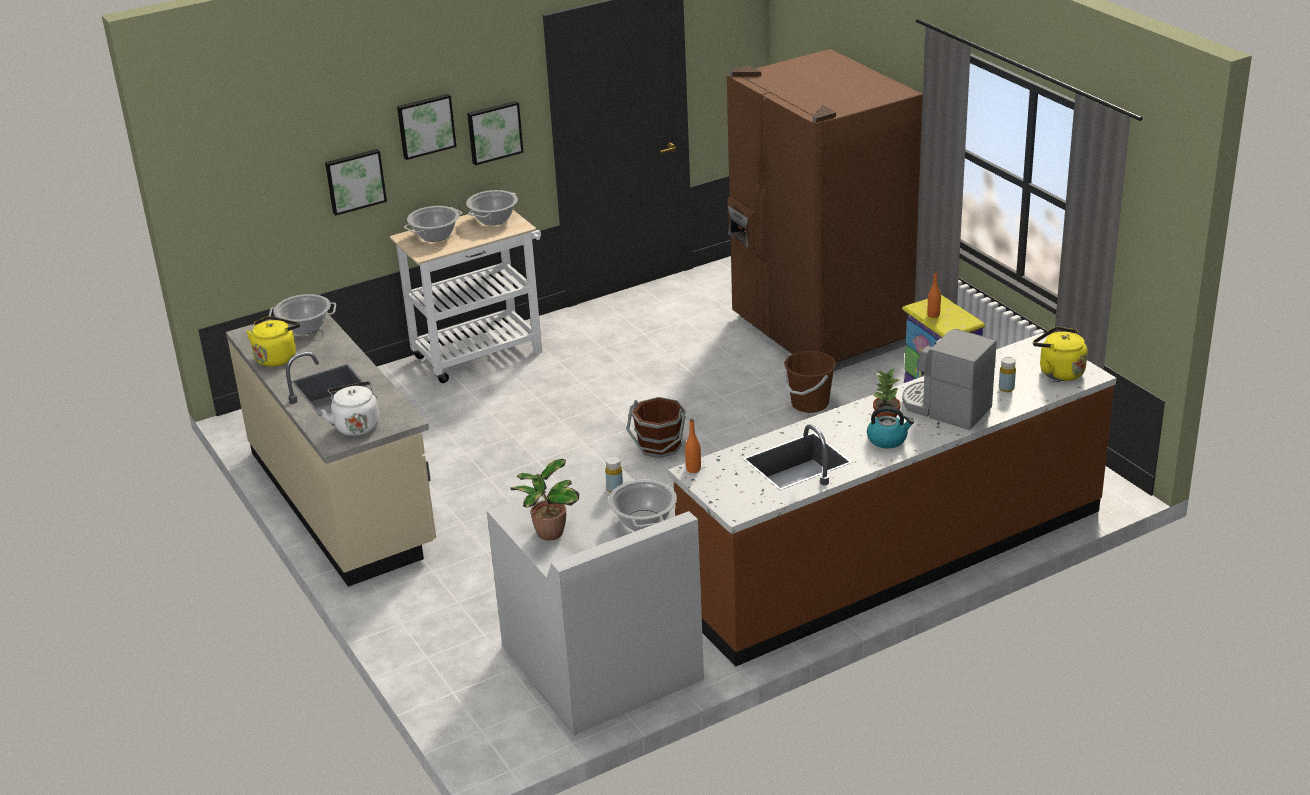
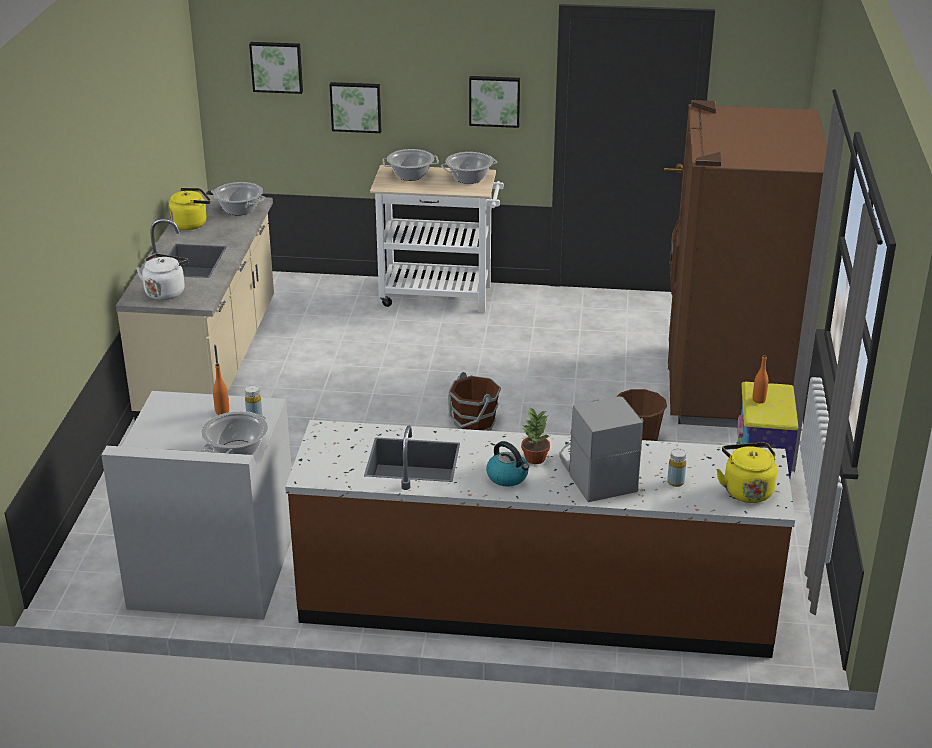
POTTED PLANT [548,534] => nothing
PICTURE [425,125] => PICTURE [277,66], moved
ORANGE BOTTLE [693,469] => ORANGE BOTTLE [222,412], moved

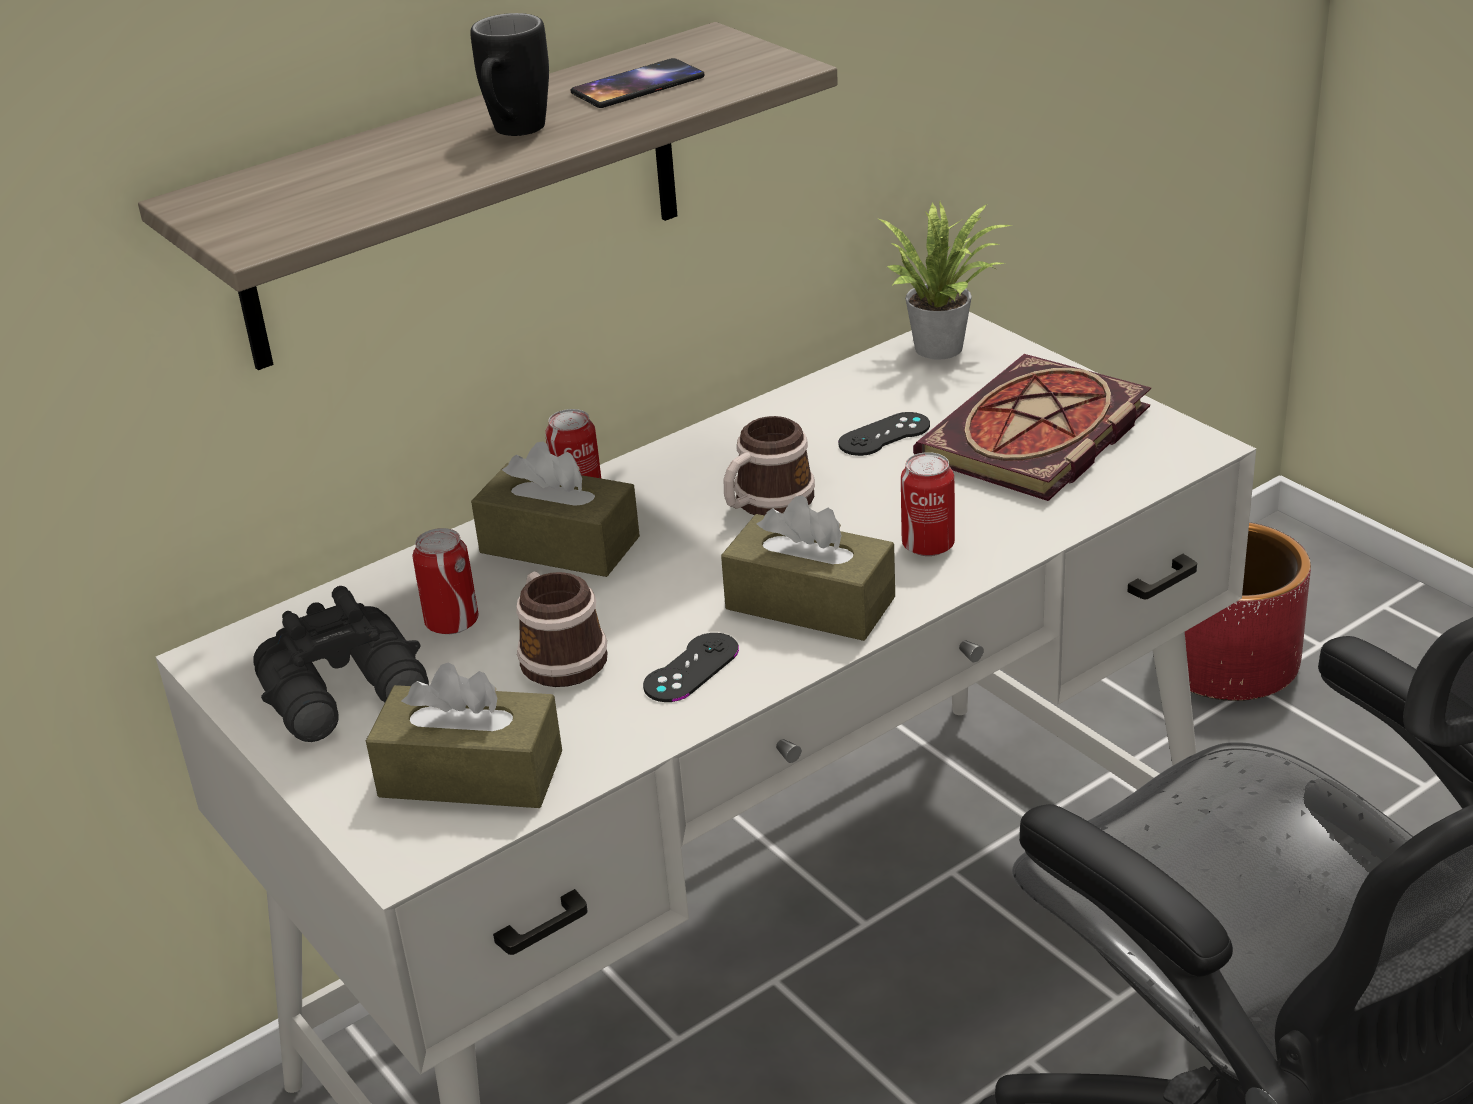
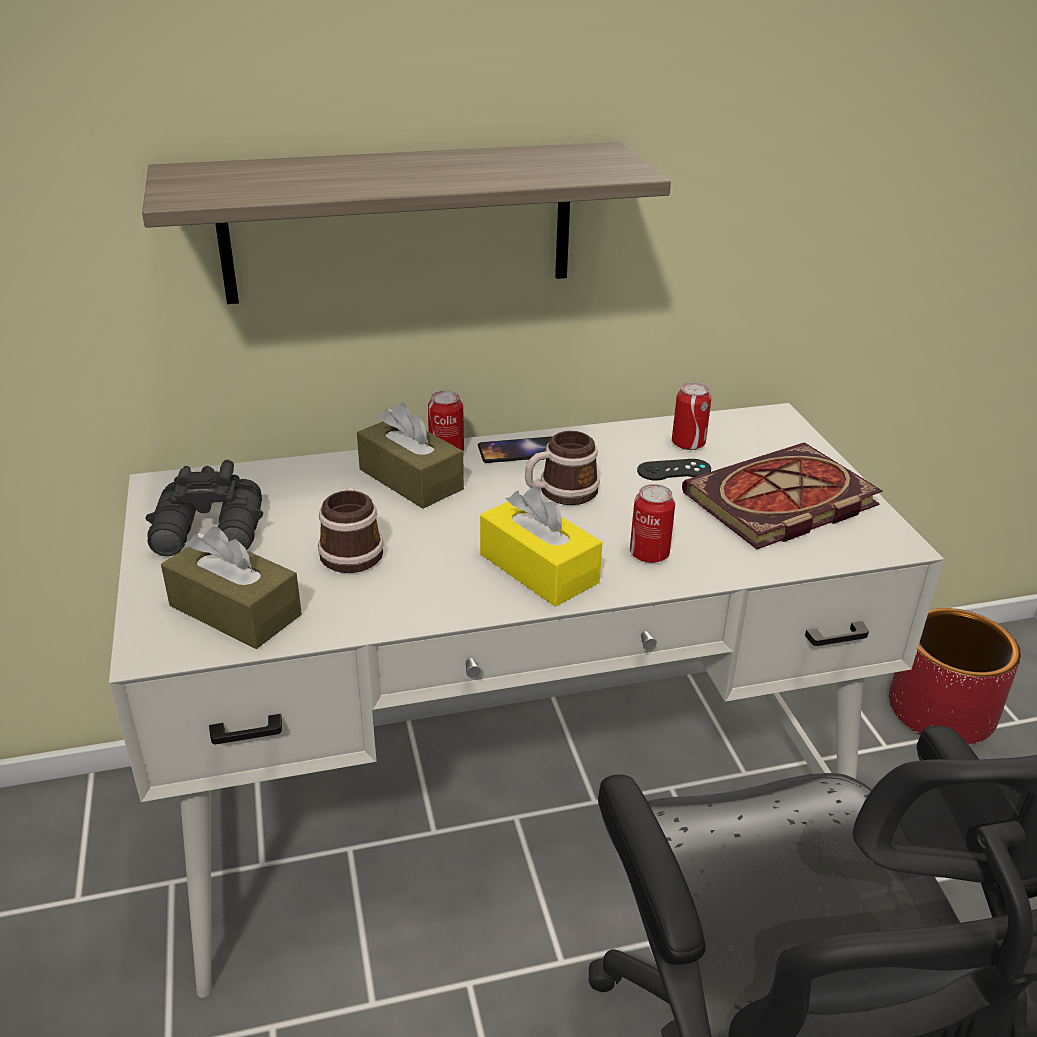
BLACK MUG [514,133] => nothing
BLACK GAME CONTROLLER [691,668] => nothing
POTTED PLANT [944,346] => nothing
CAN [452,622] => CAN [688,444], moved
PHONE [638,85] => PHONE [519,451], moved
BROWN TISSUE BOX [810,603] => YELLOW TISSUE BOX [538,568]

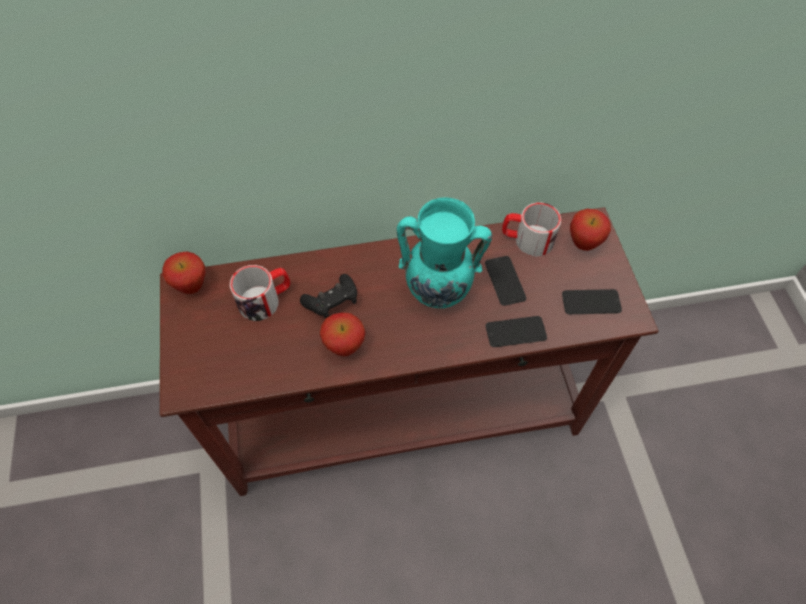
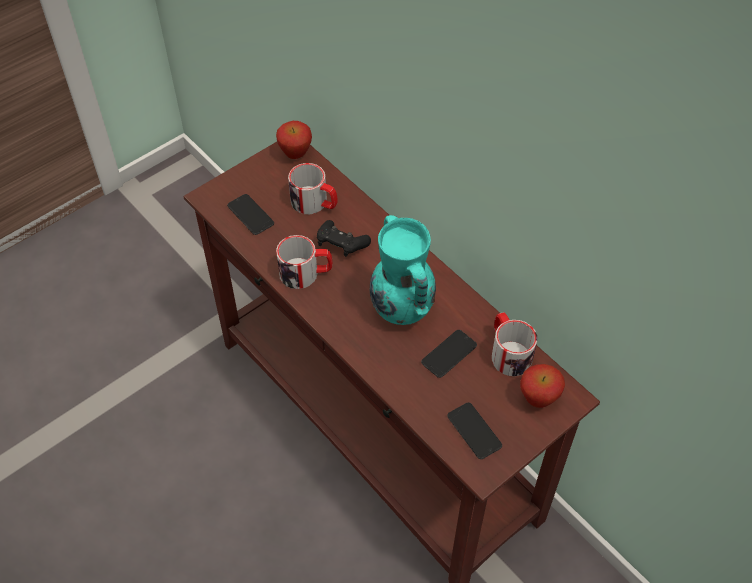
PHONE [515,332] => PHONE [250,215], moved
APPLE [344,347] => MUG [306,273]

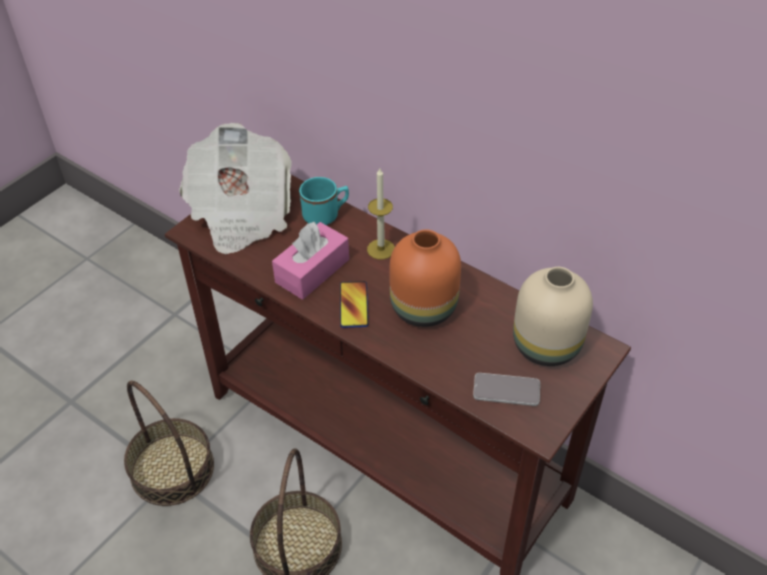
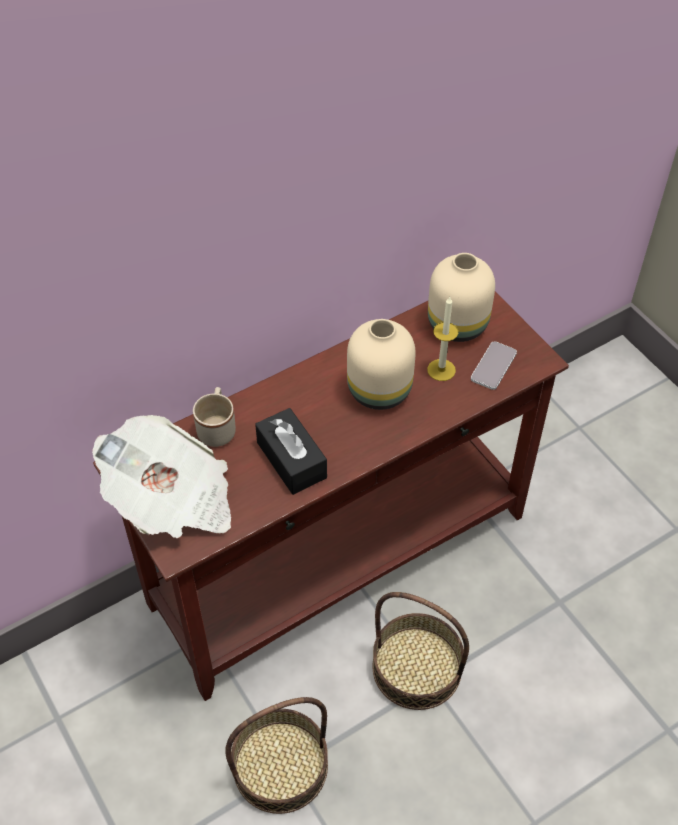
PHONE [353,305] => nothing
CANDLE [381,249] => CANDLE [441,370], moved
PINK TISSUE BOX [312,271] => BLACK TISSUE BOX [291,460]
TURQUOISE MUG [326,215] => BEIGE MUG [217,428]
ORANGE VASE [424,306] => BEIGE VASE [377,389]

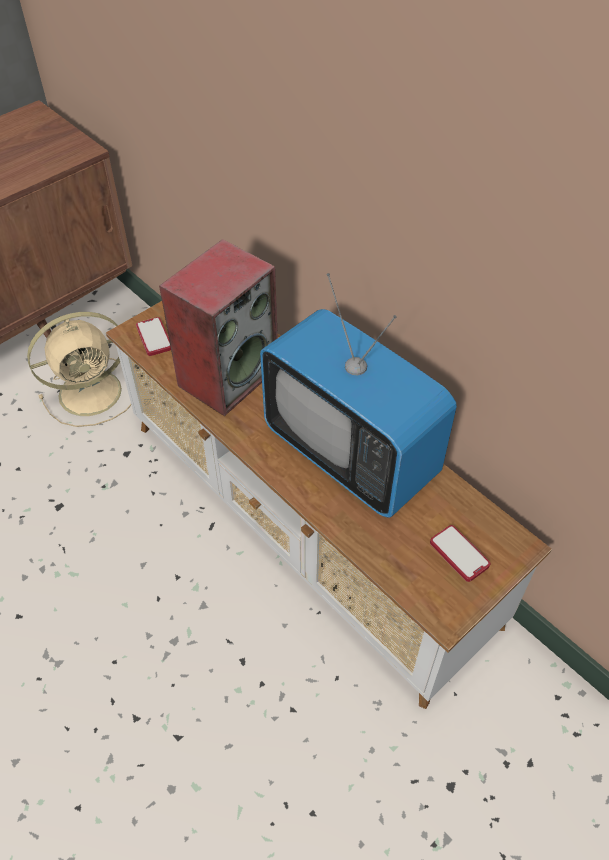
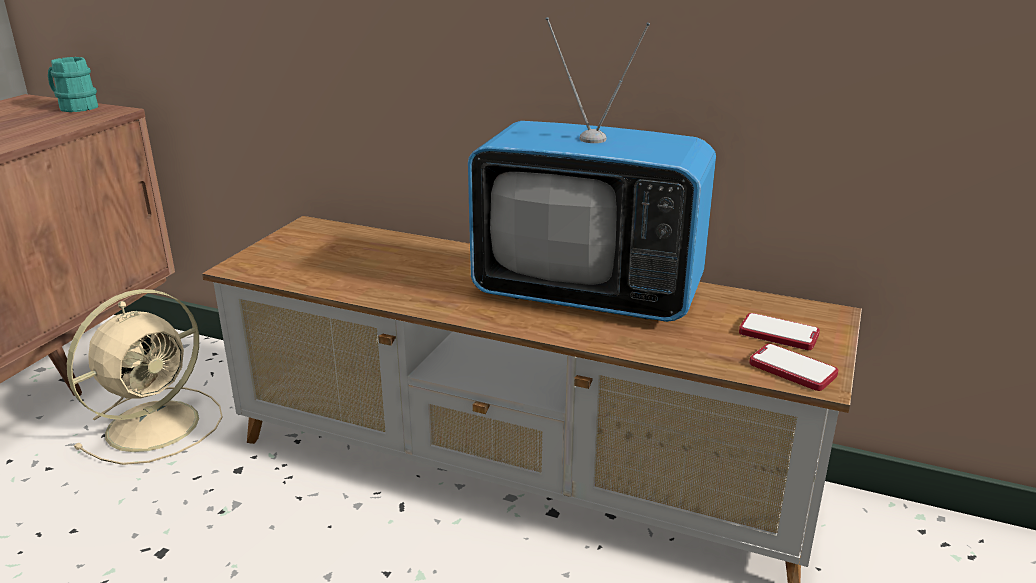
SPEAKER [228,375] => nothing
nothing => TURQUOISE MUG [74,107]
PHONE [154,337] => PHONE [792,369], moved

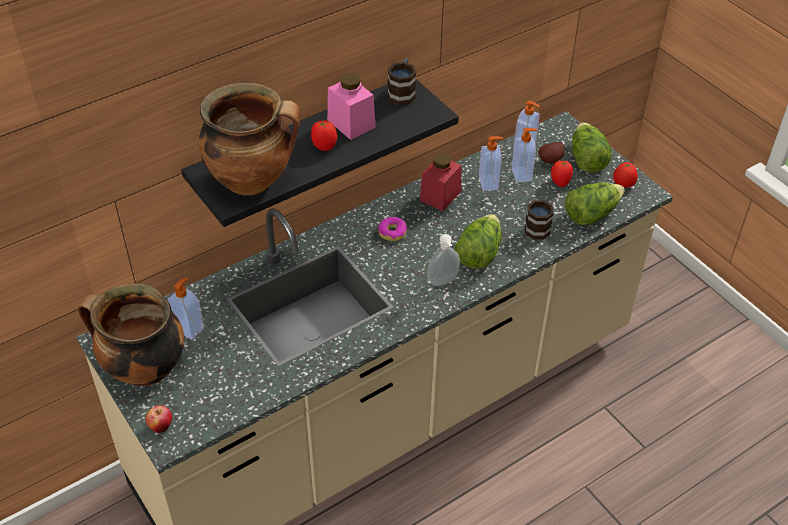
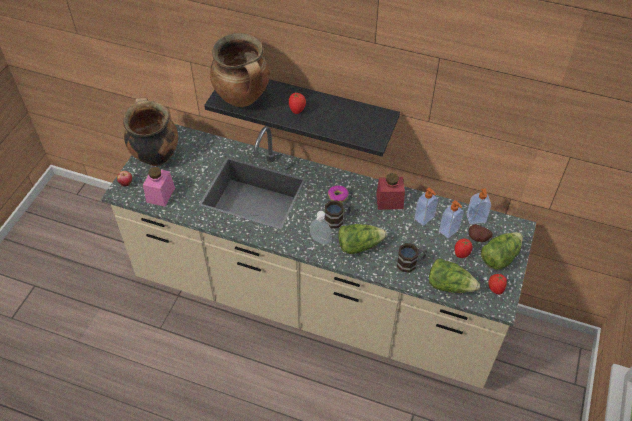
SOAP DISPENSER [189,328] => nothing
PINK JAR [351,123] => PINK JAR [160,195], moved
MUG [402,92] => MUG [337,219], moved

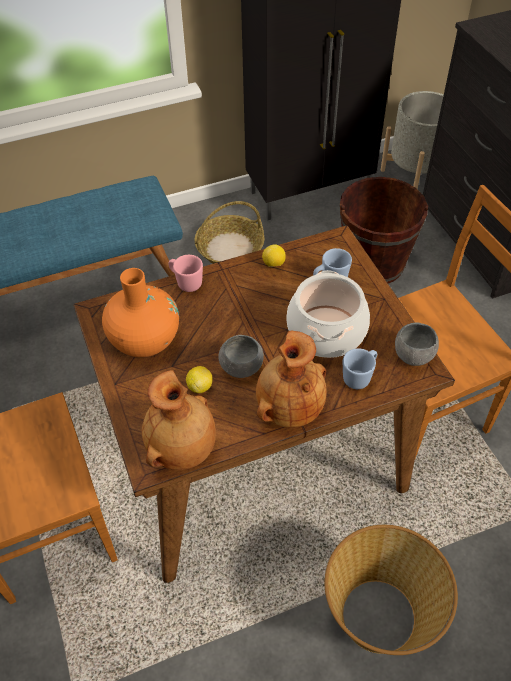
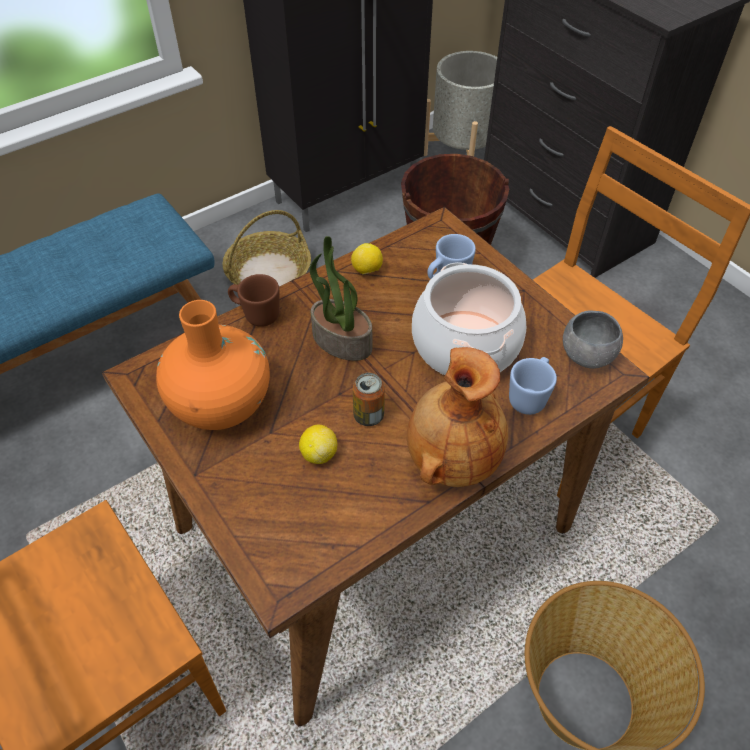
BROWN VASE [183,449] => nothing
nothing => POTTED PLANT [340,341]
GREY BOWL [241,367] => CAN [368,415]
PINK MUG [186,282] => BROWN MUG [256,315]

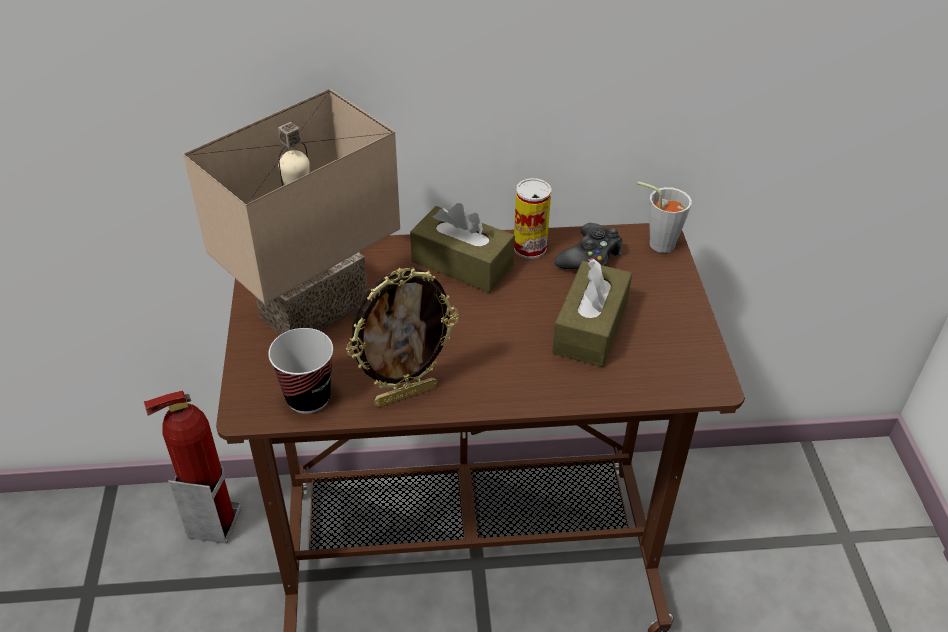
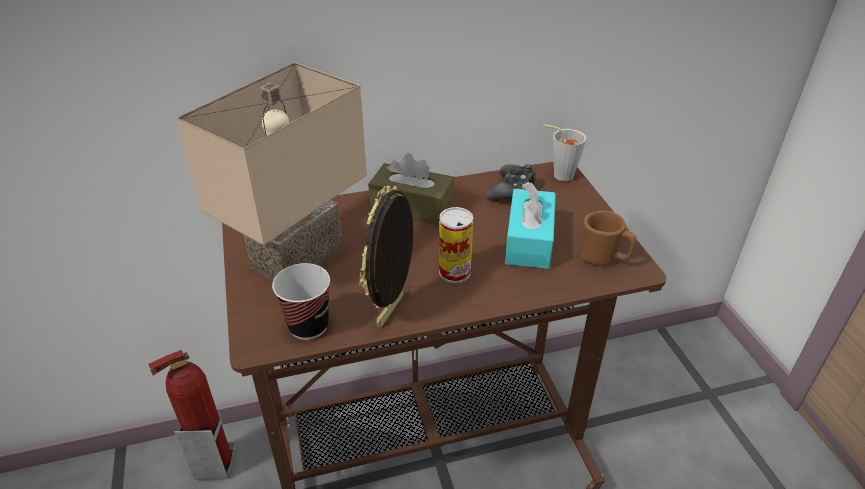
nothing => BROWN MUG [603,259]
CAN [529,247] => CAN [454,272], moved
BROWN TISSUE BOX [590,328] => TURQUOISE TISSUE BOX [529,241]
PICTURE FRAME [405,394] => PICTURE FRAME [392,312], 150 degrees clockwise

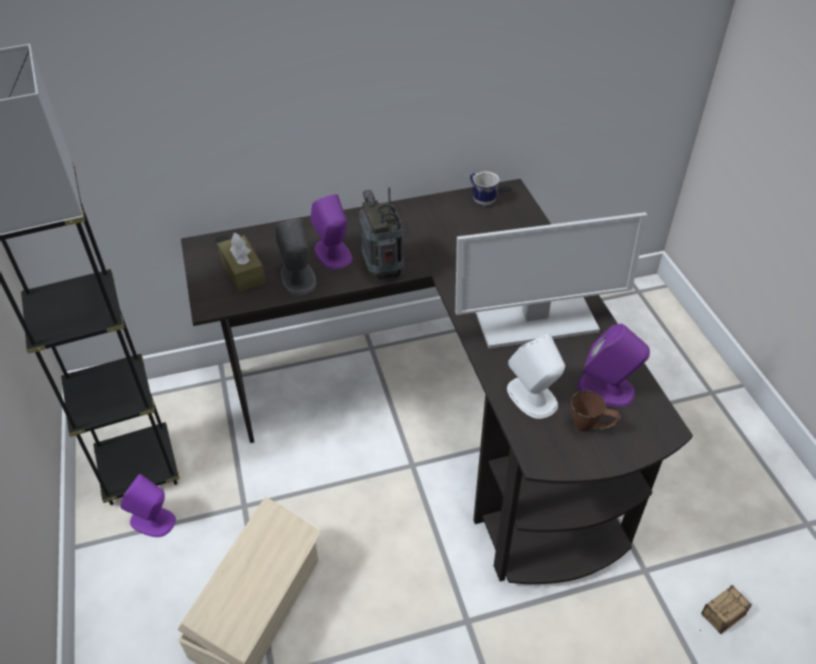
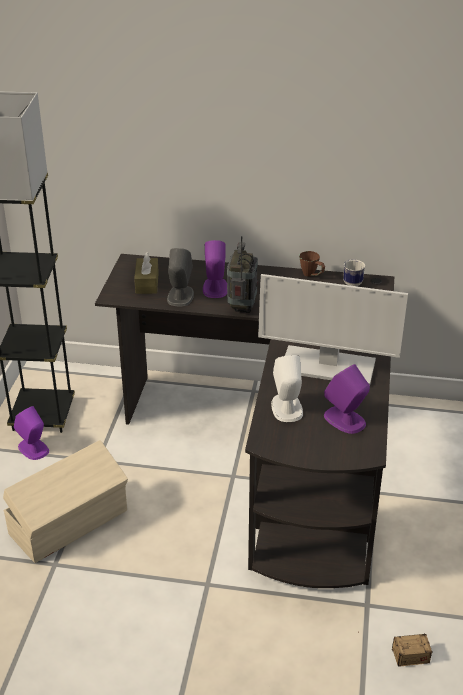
BROWN MUG [591,427] => BROWN MUG [312,275], moved

